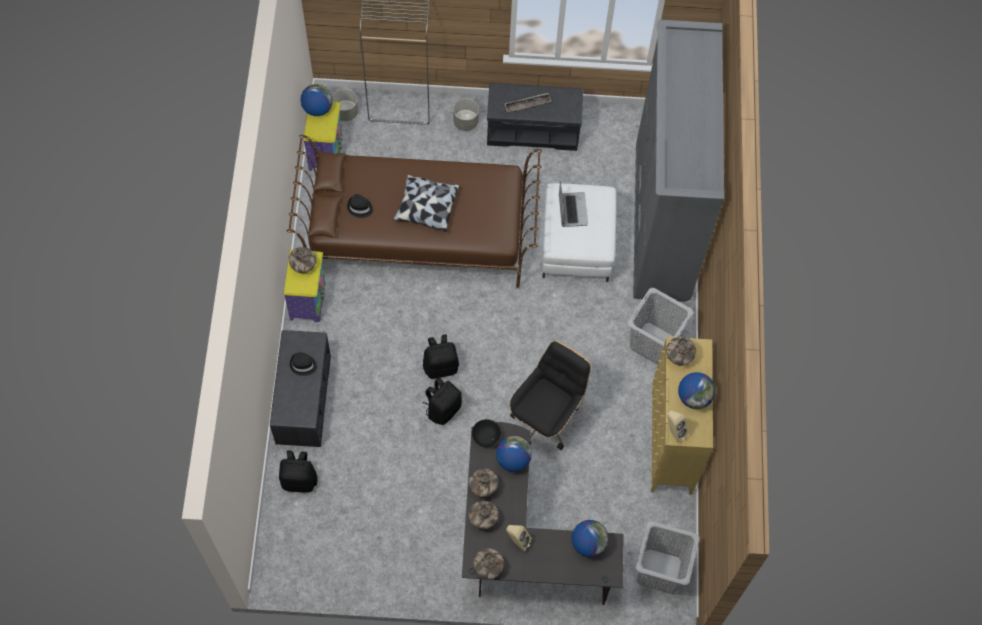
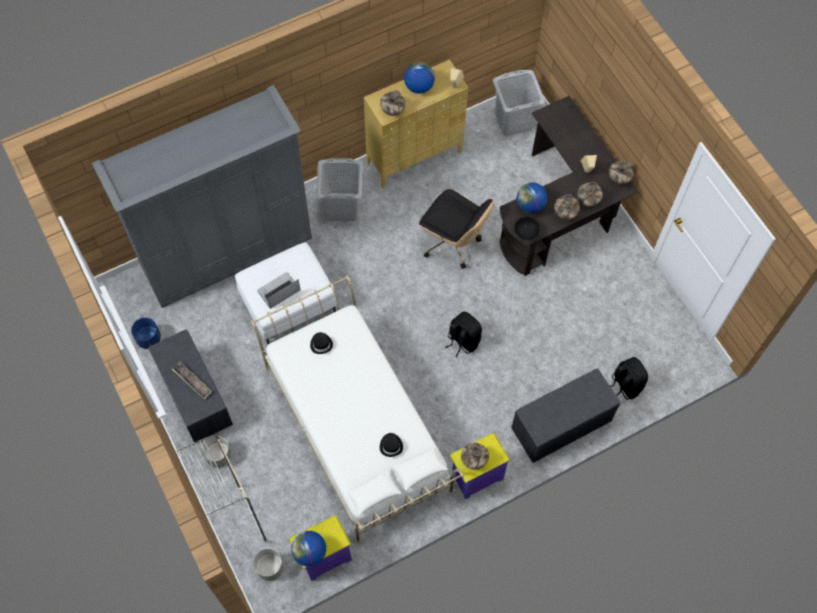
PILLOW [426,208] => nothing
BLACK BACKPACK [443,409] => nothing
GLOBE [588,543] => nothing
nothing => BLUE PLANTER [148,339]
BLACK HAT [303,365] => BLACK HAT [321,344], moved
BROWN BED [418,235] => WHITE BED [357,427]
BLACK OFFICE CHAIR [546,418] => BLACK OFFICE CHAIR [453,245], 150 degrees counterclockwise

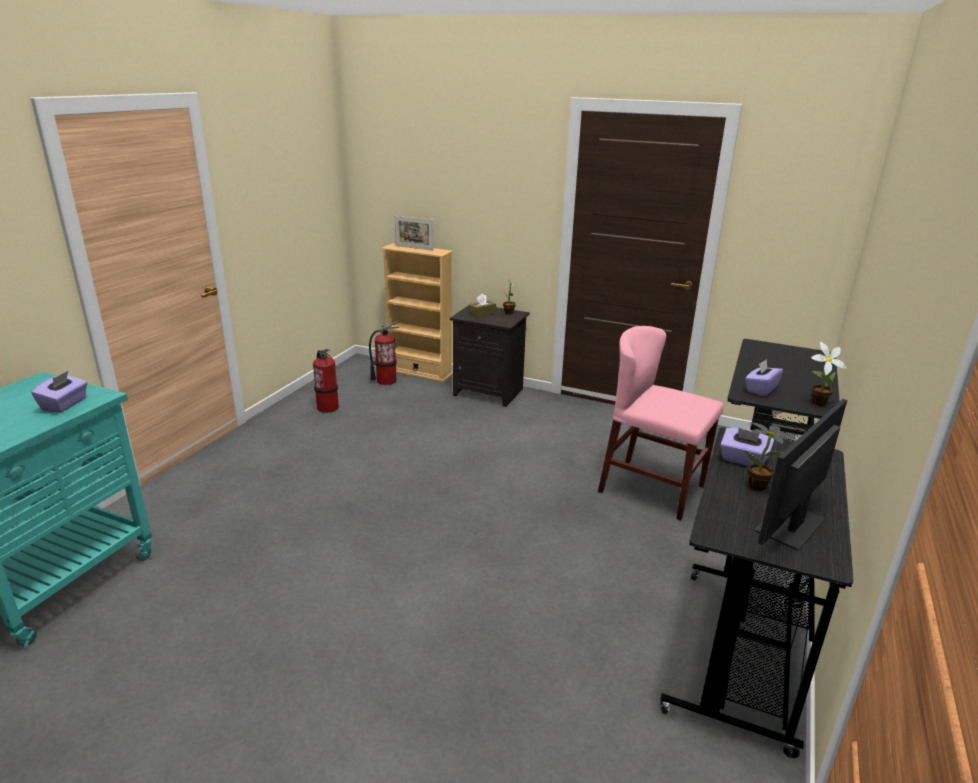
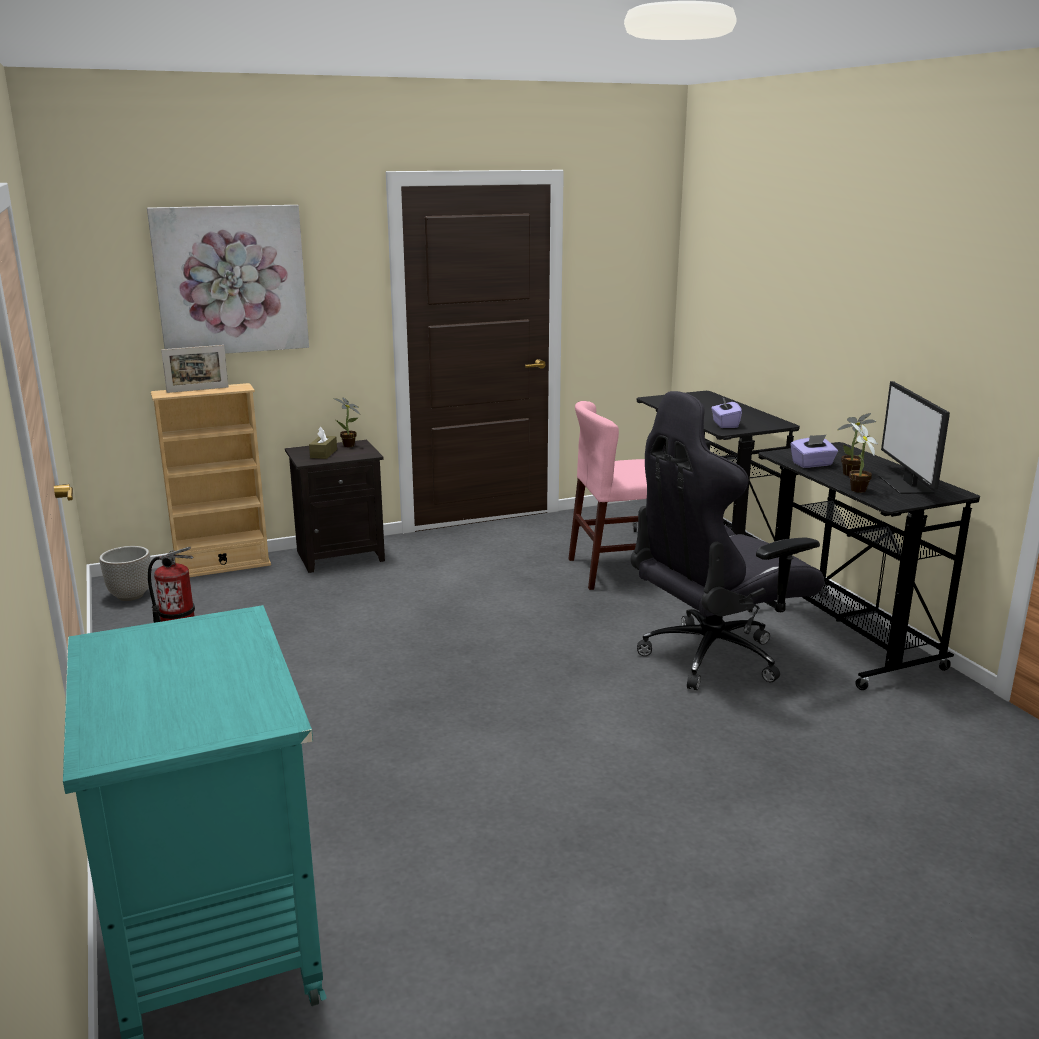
PURPLE TISSUE BOX [65,404] => nothing
FIRE EXTINGUISHER [386,381] => nothing
nothing => PLANTER [130,596]
nothing => PICTURE [231,280]
nothing => BLACK OFFICE CHAIR [717,655]
POTTED PLANT [815,403] => POTTED PLANT [856,490], moved

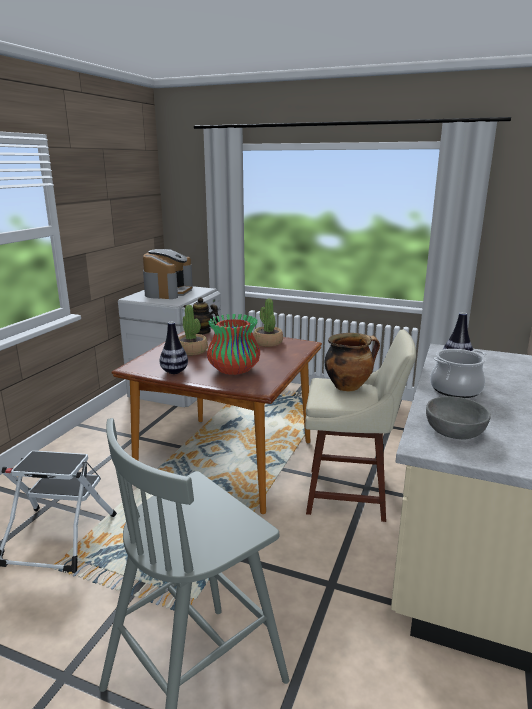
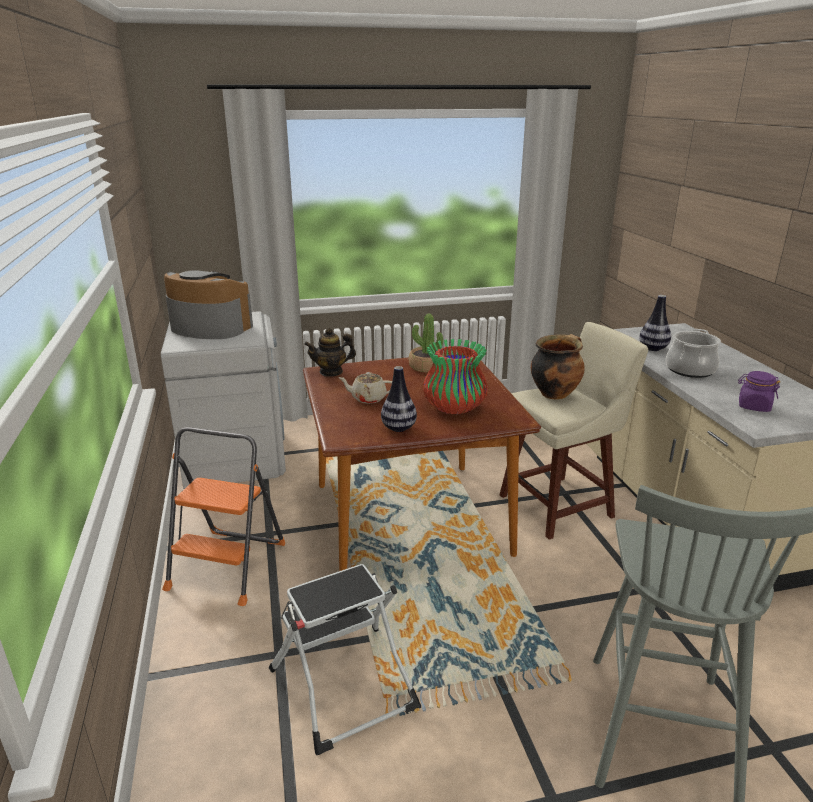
nothing => ORANGE STEP LADDER [230,562]
POTTED PLANT [192,351] => BEIGE TEAPOT [368,398]
GREY BOWL [455,431] => PURPLE JAR [753,406]
COFFEE MACHINE [168,292] => COFFEE MACHINE [209,328], 45 degrees counterclockwise

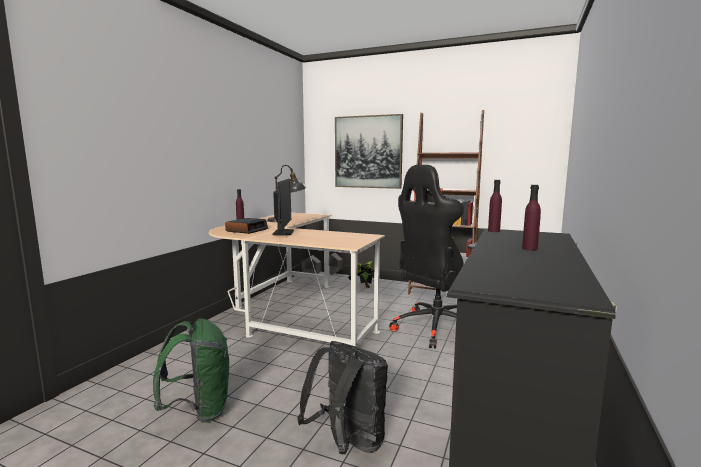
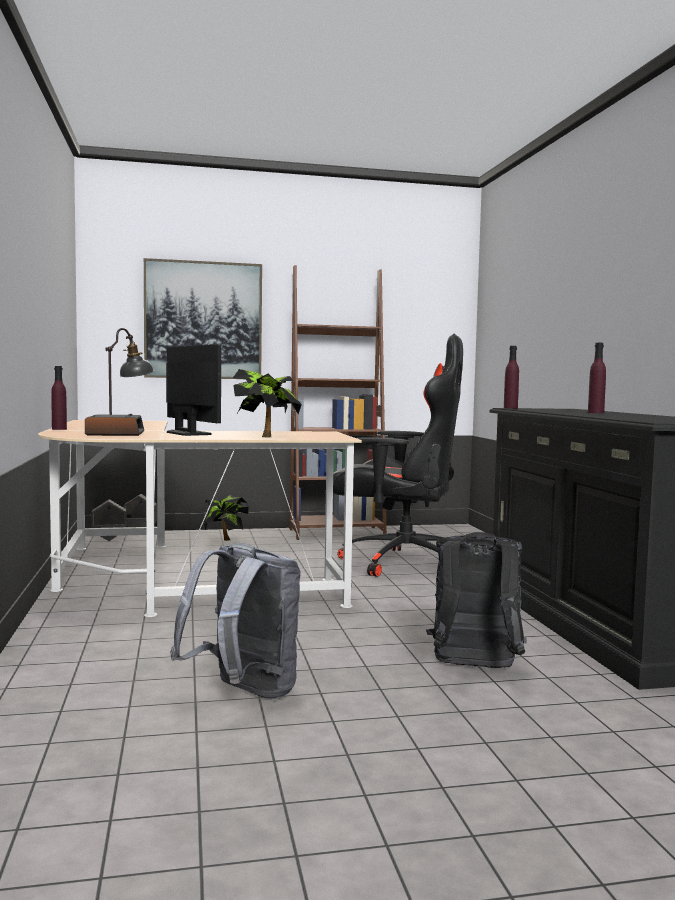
nothing => POTTED PLANT [266,436]
GREEN BACKPACK [199,410] => GREY BACKPACK [243,693]
BLACK OFFICE CHAIR [441,326] => BLACK OFFICE CHAIR [394,563], 90 degrees counterclockwise

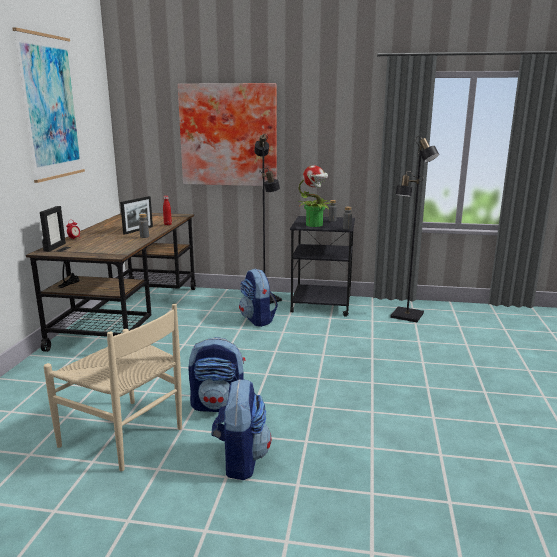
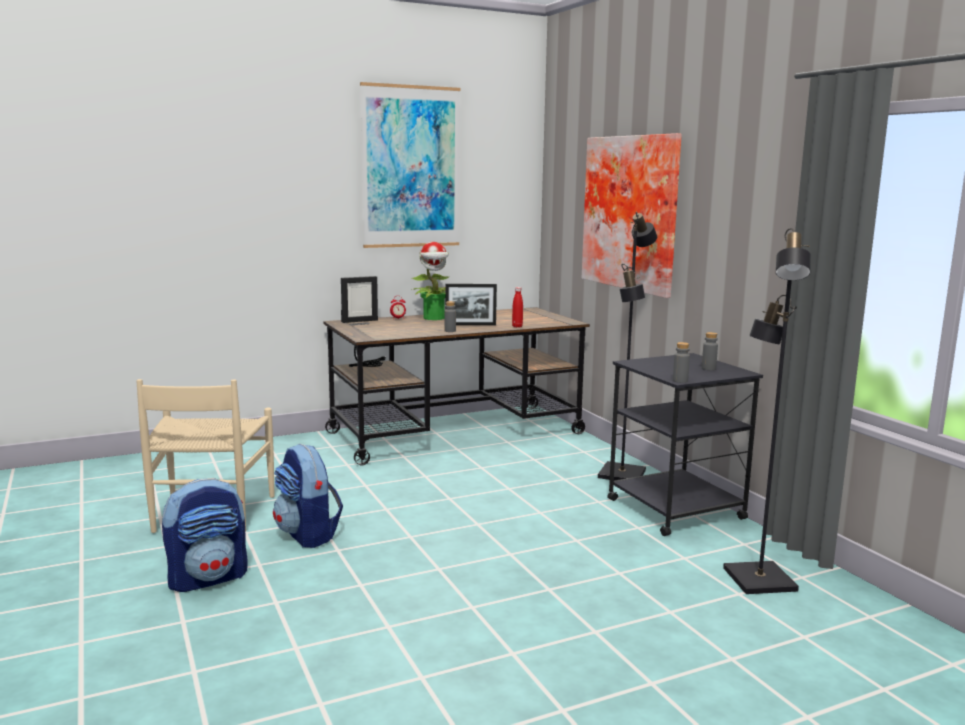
BACKPACK [258,320] => nothing
POTTED PLANT [315,225] => POTTED PLANT [434,318], moved

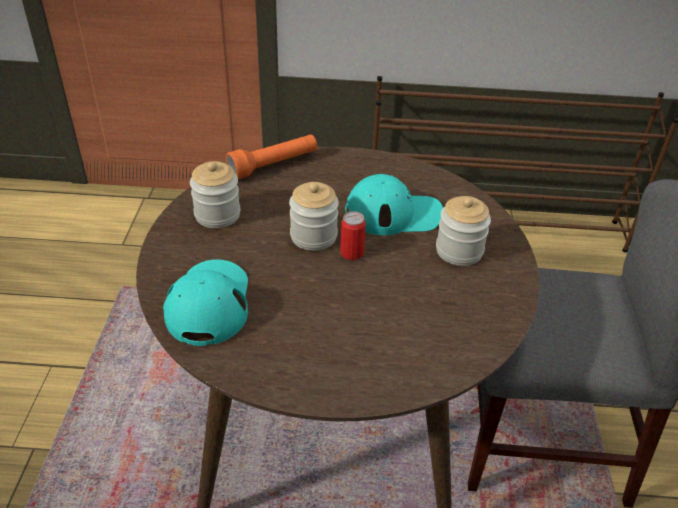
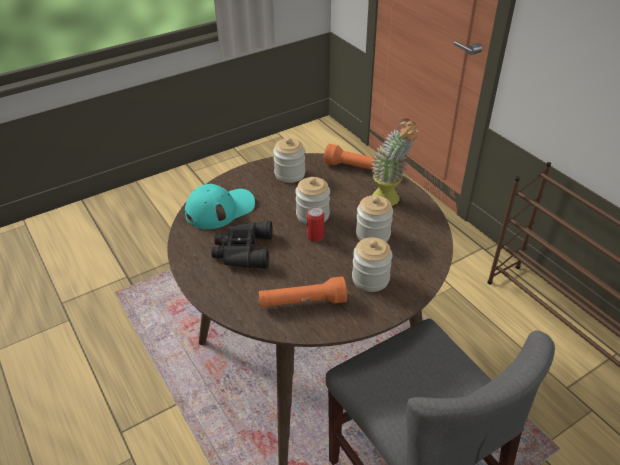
nothing => BLACK BINOCULARS [242,251]
nothing => ORANGE FLASHLIGHT [302,303]
nothing => POTTED PLANT [390,202]
TURQUOISE CAP [393,213] => JAR [373,234]

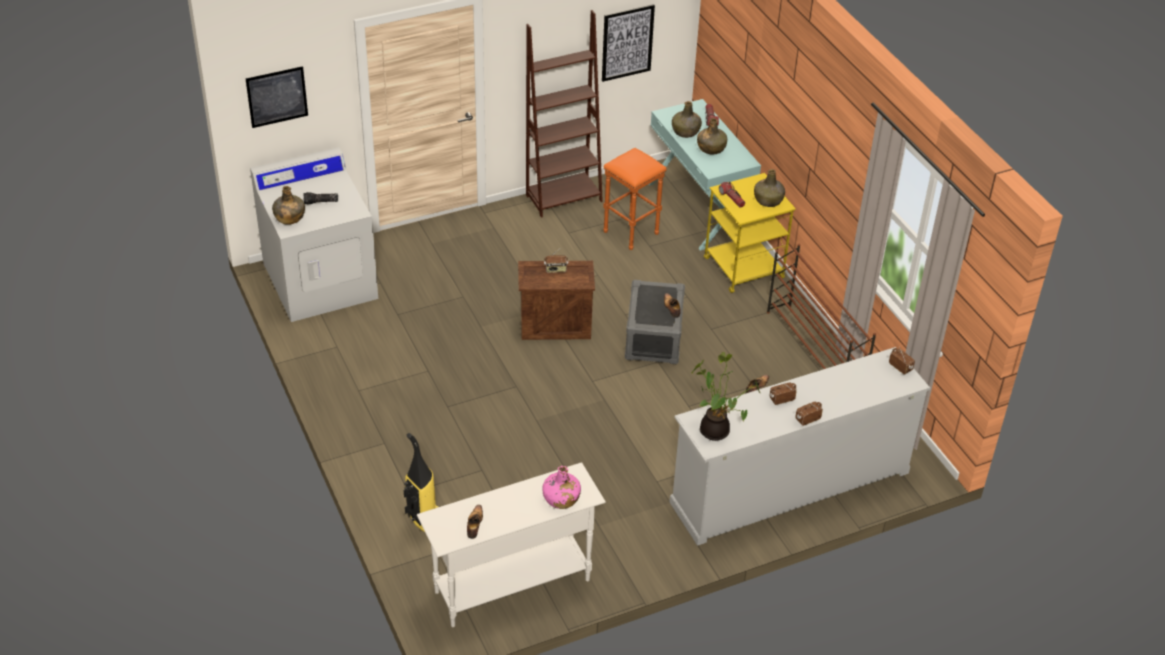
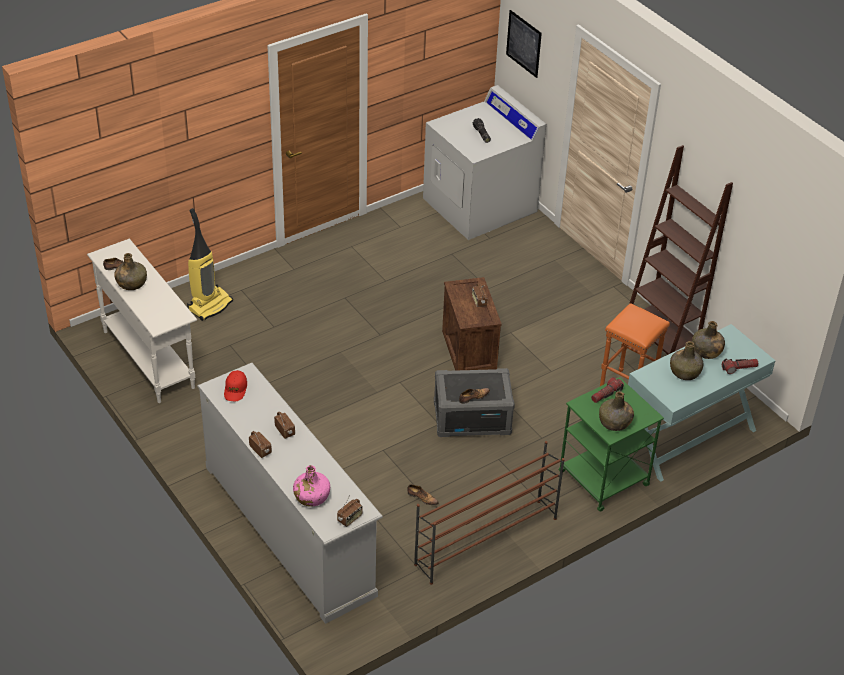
PICTURE [627,42] => nothing
GREEN BOTTLE [289,217] => GREEN BOTTLE [131,283], moved
PINK BOTTLE [561,499] => PINK BOTTLE [311,497], moved
POTTED PLANT [717,430] => RED CAP [235,389]
YELLOW CART [744,269] => GREEN CART [602,479]

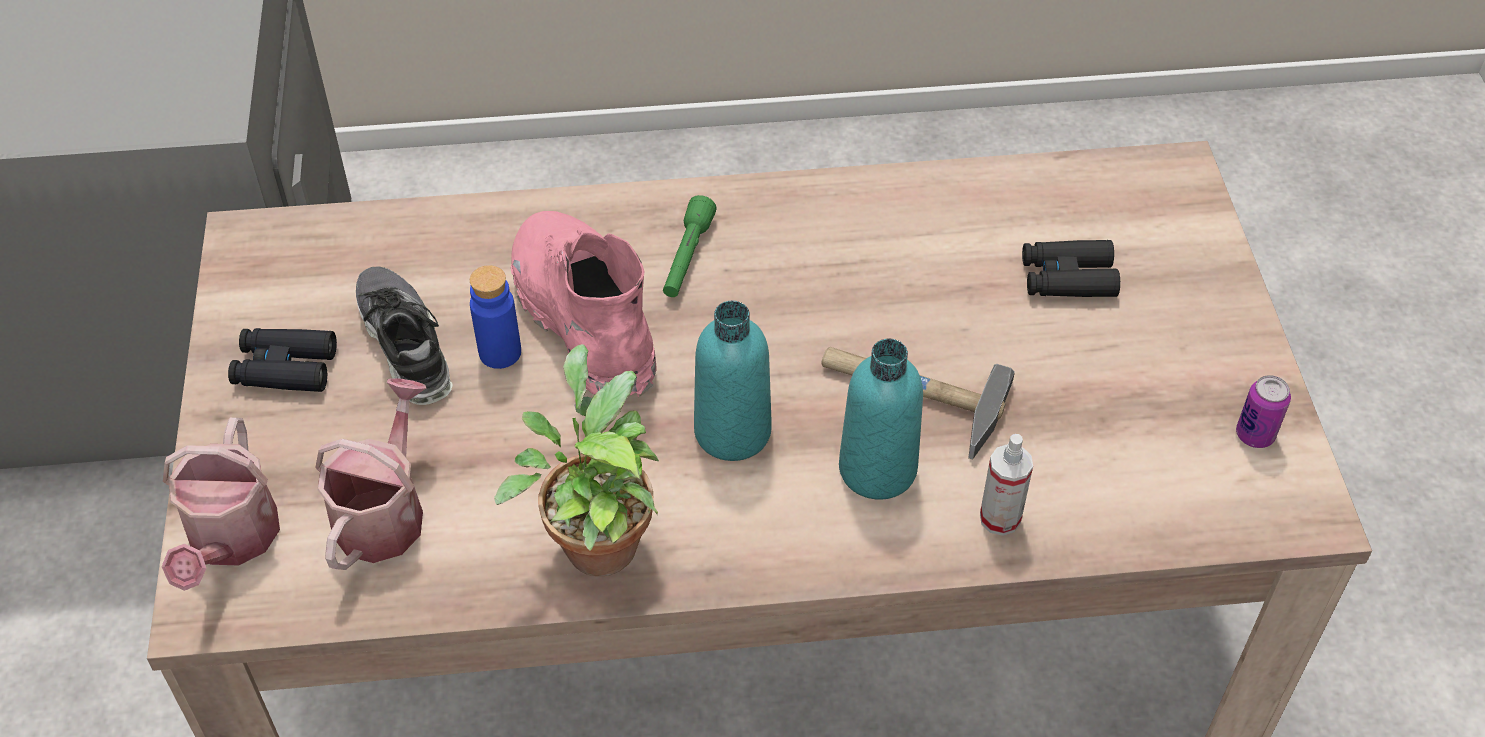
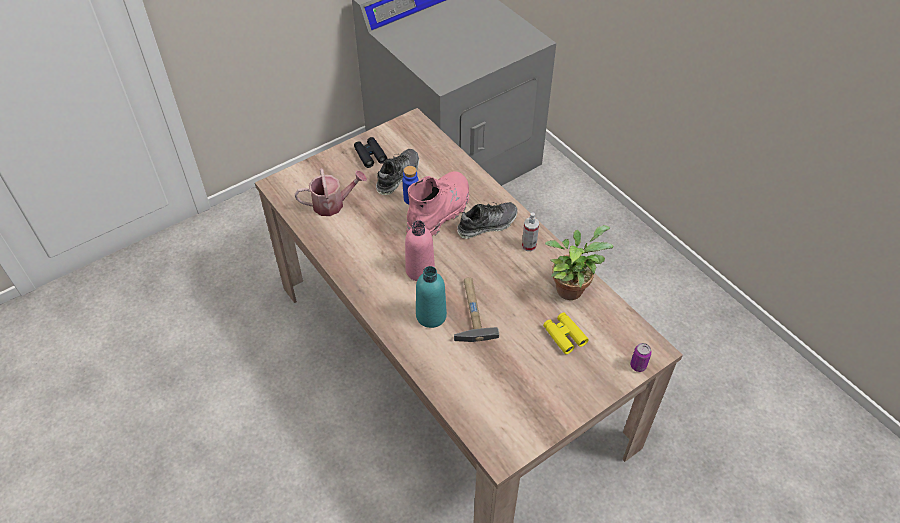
WATERING CAN [231,541] => nothing
POTTED PLANT [596,539] => POTTED PLANT [571,287], moved
SPRAY BOTTLE [1000,518] => SPRAY BOTTLE [529,245], moved
CAN [1254,435] => CAN [638,366], moved
GREEN FLASHLIGHT [687,257] => SHOE [487,224]
TURQUOISE BOTTLE [732,432] => PINK BOTTLE [420,270]
BLACK BINOCULARS [1067,278] => YELLOW BINOCULARS [564,336]

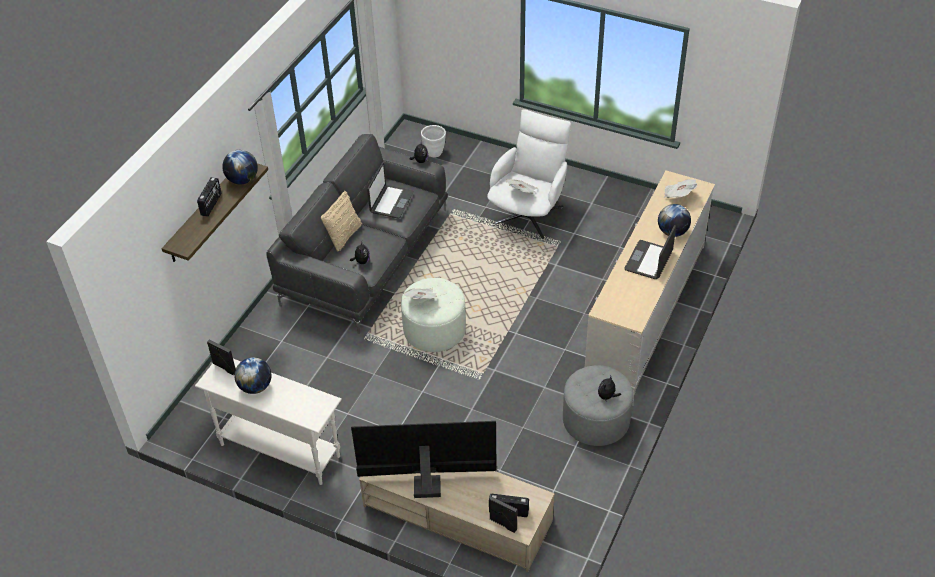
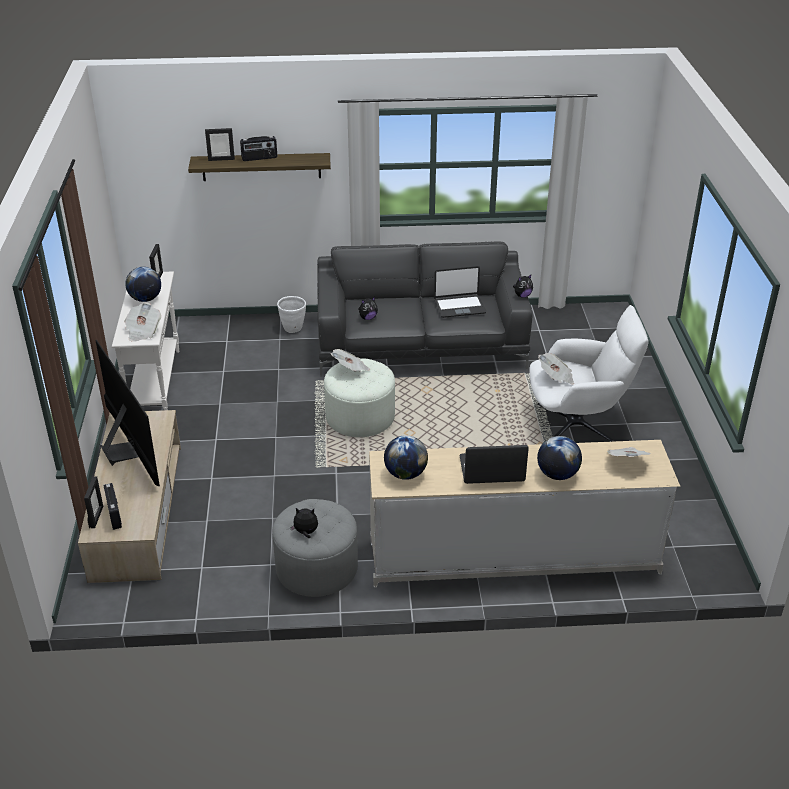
BEIGE PILLOW [344,236] => nothing
nothing => NEWSPAPER [143,331]
nothing => PICTURE FRAME [221,159]
GLOBE [242,180] => GLOBE [405,474], moved
WHITE PLANTER [434,153] => WHITE PLANTER [293,329], moved

